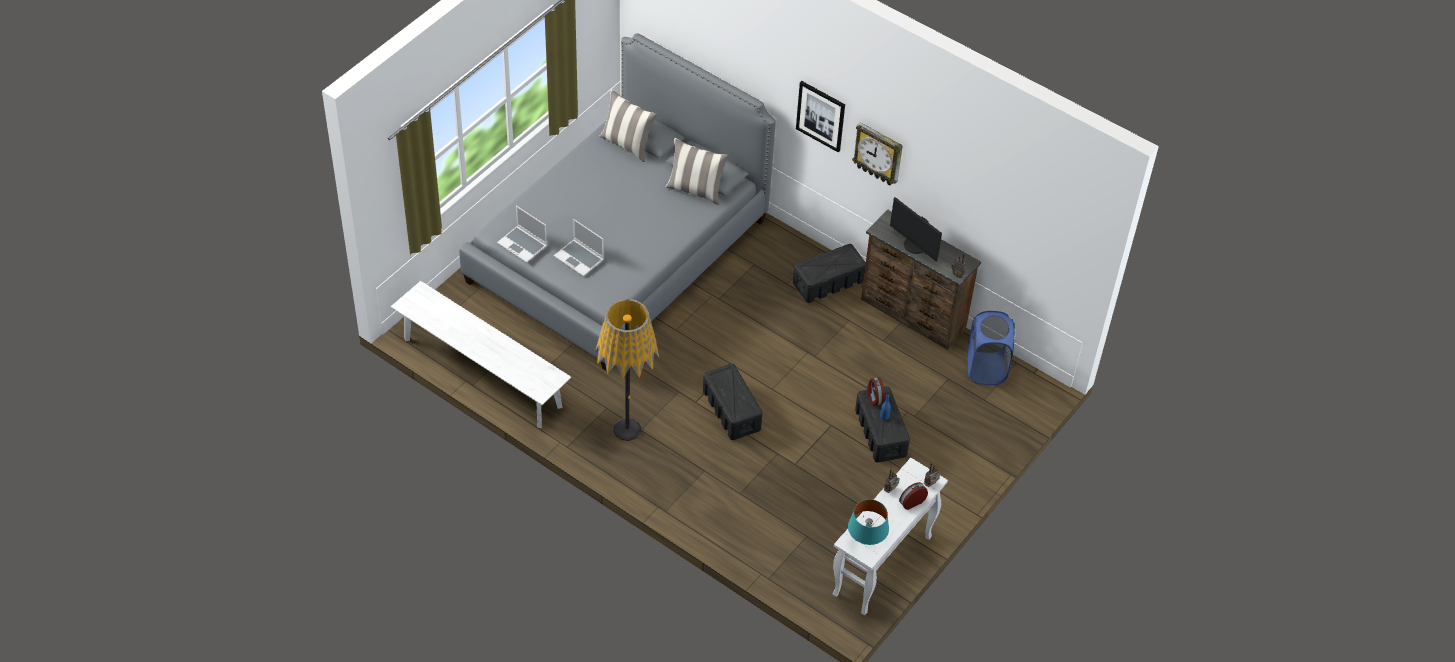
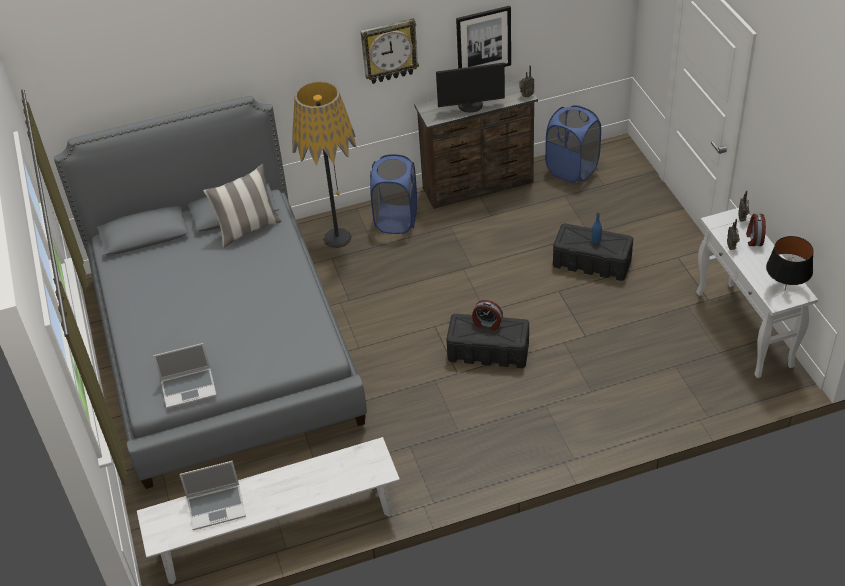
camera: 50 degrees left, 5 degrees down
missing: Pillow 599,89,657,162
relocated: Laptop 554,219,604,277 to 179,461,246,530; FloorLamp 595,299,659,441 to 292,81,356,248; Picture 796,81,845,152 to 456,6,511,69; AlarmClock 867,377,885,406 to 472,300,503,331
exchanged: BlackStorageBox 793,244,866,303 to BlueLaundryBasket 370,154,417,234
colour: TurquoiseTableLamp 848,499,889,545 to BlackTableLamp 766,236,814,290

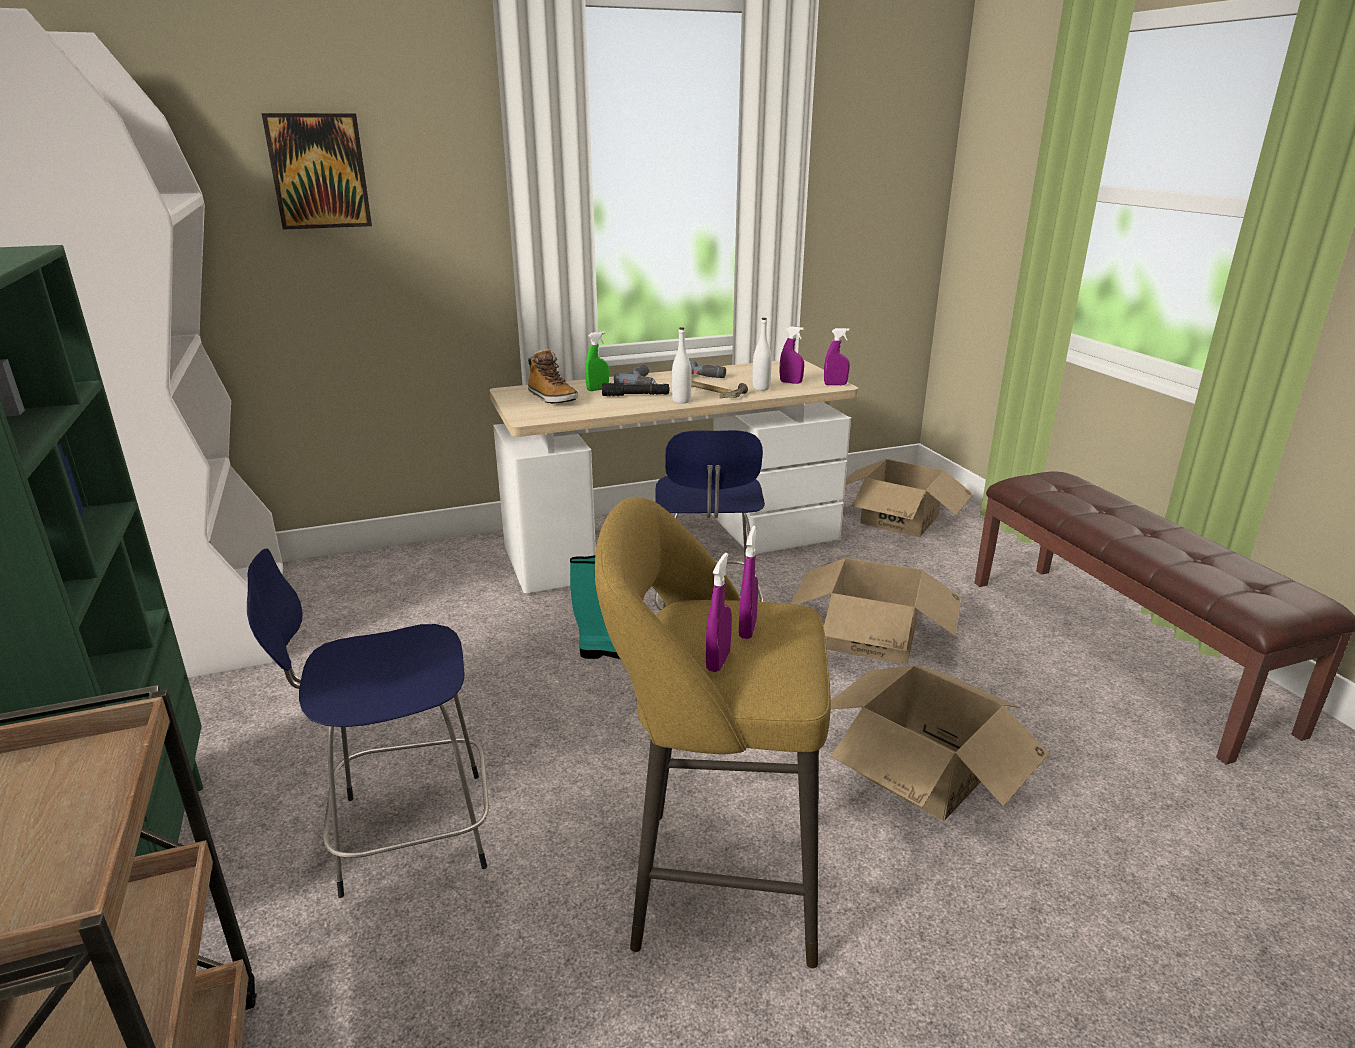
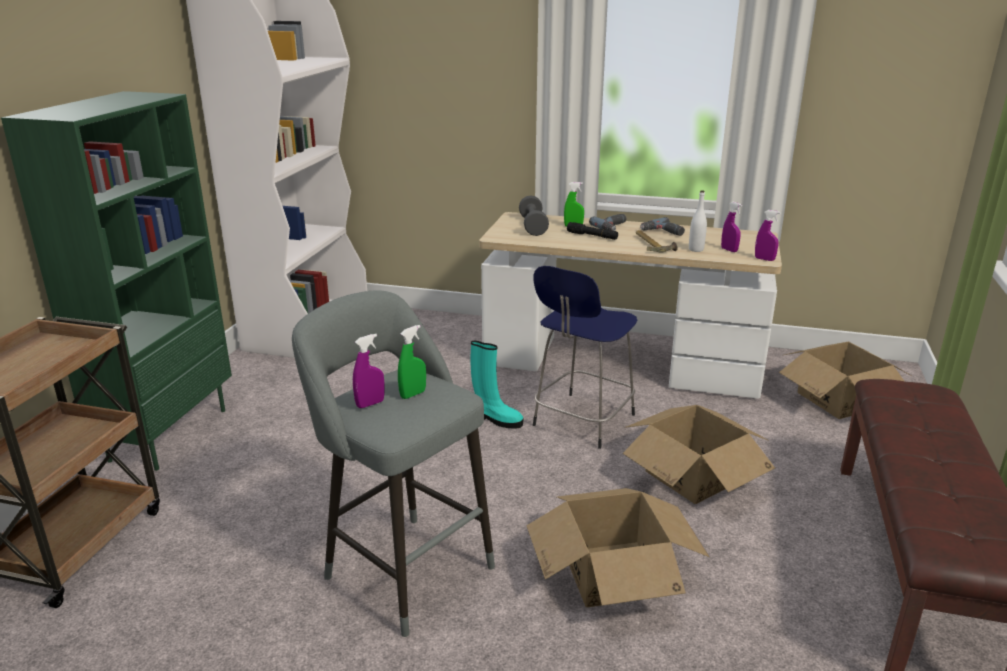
camera: 35 degrees right, 0 degrees up
missing: BlueStool 247,548,489,898; Picture 262,113,372,230; WhiteBottle 672,327,691,404
exchanged: Boot 528,349,578,404 to GreyDumbbell 519,195,549,236
colour: YellowStool 595,497,831,969 to GreyStool 292,290,495,637; PurpleSprayBottle 739,526,758,639 to GreenSprayBottle 398,325,426,399

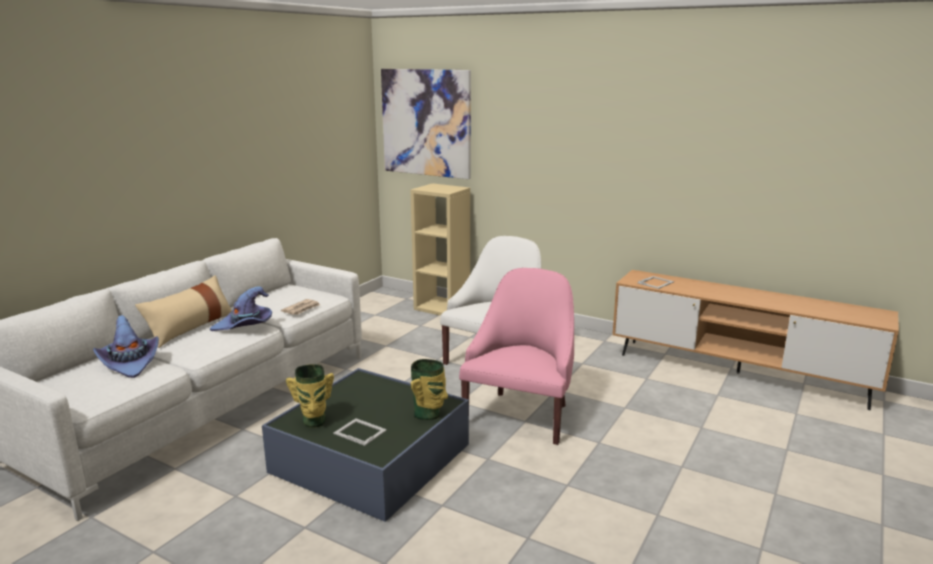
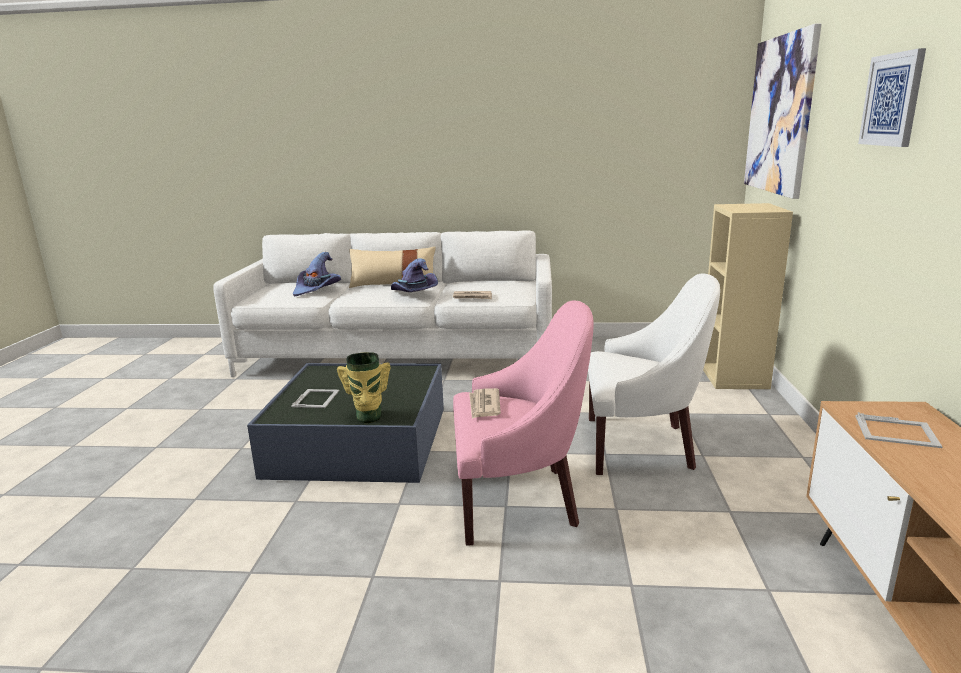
camera: 65 degrees right, 0 degrees up
missing: Vase 286,364,334,428
appeared: Newspaper 469,388,501,419; Picture 858,48,926,147

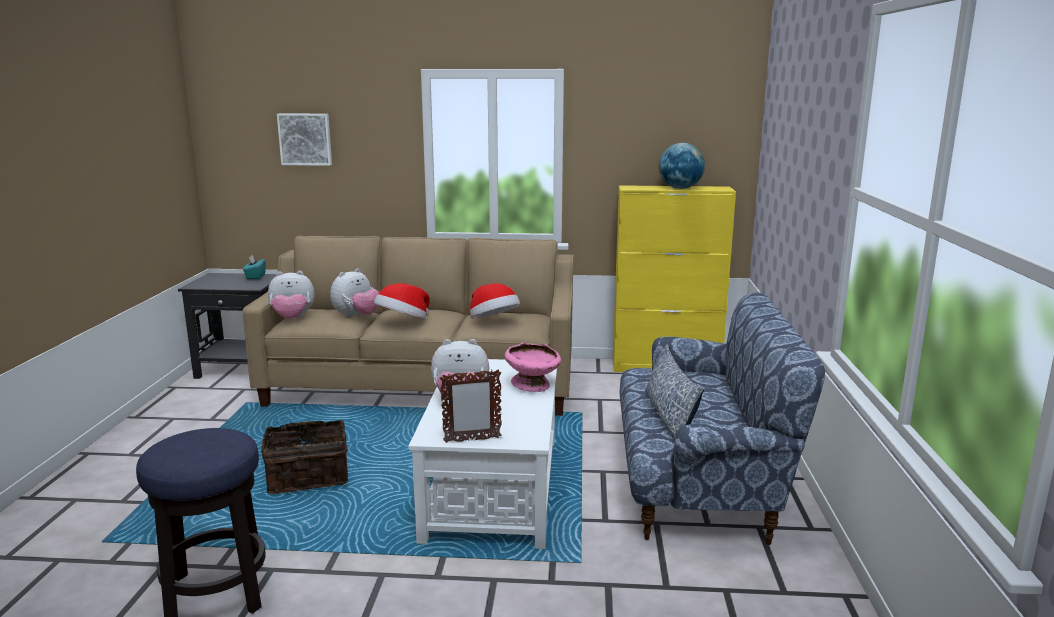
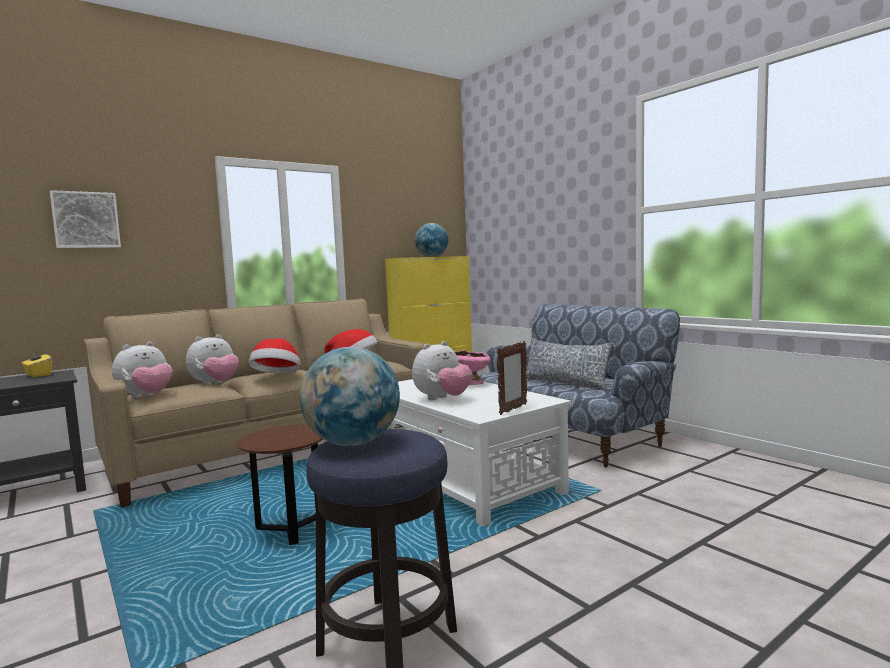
camera: 40 degrees left, 10 degrees down
appeared: Globe 300,347,400,446
exchanged: Basket 261,420,348,494 to BrownSideTable 237,424,323,545
colour: TurquoiseTissueBox 243,255,266,279 to YellowTissueBox 22,351,52,377
spun: PlushToy 330,268,379,317 = 186,334,239,385 45 degrees clockwise

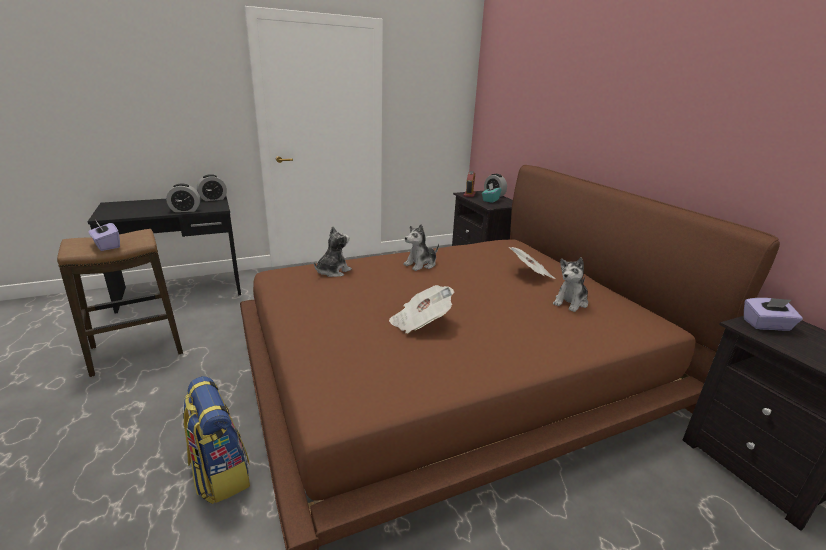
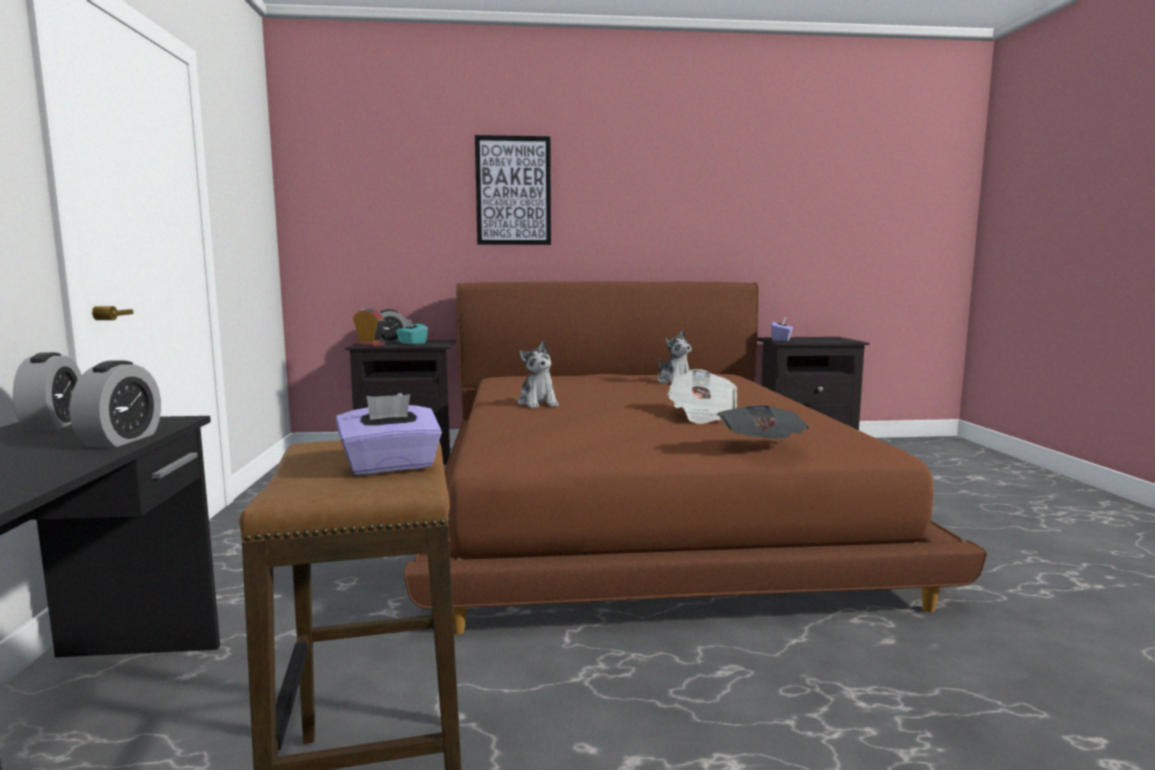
camera: 70 degrees left, 15 degrees down
missing: Backpack 183,376,250,504; PlushToy 314,226,352,277
appeared: Picture 475,135,551,245
relocated: Newspaper 509,247,556,279 to 717,405,809,439

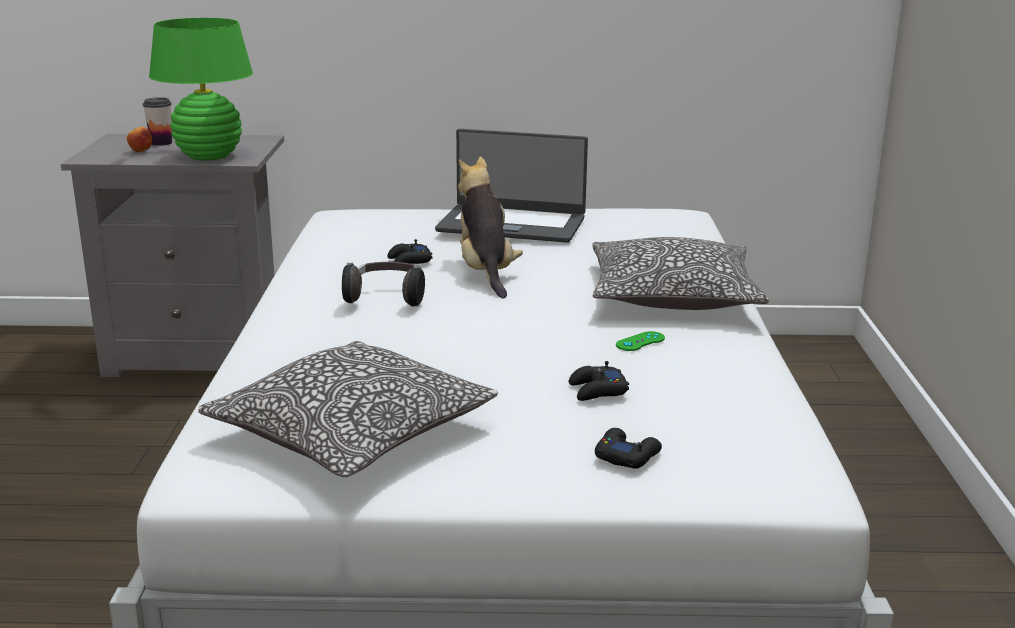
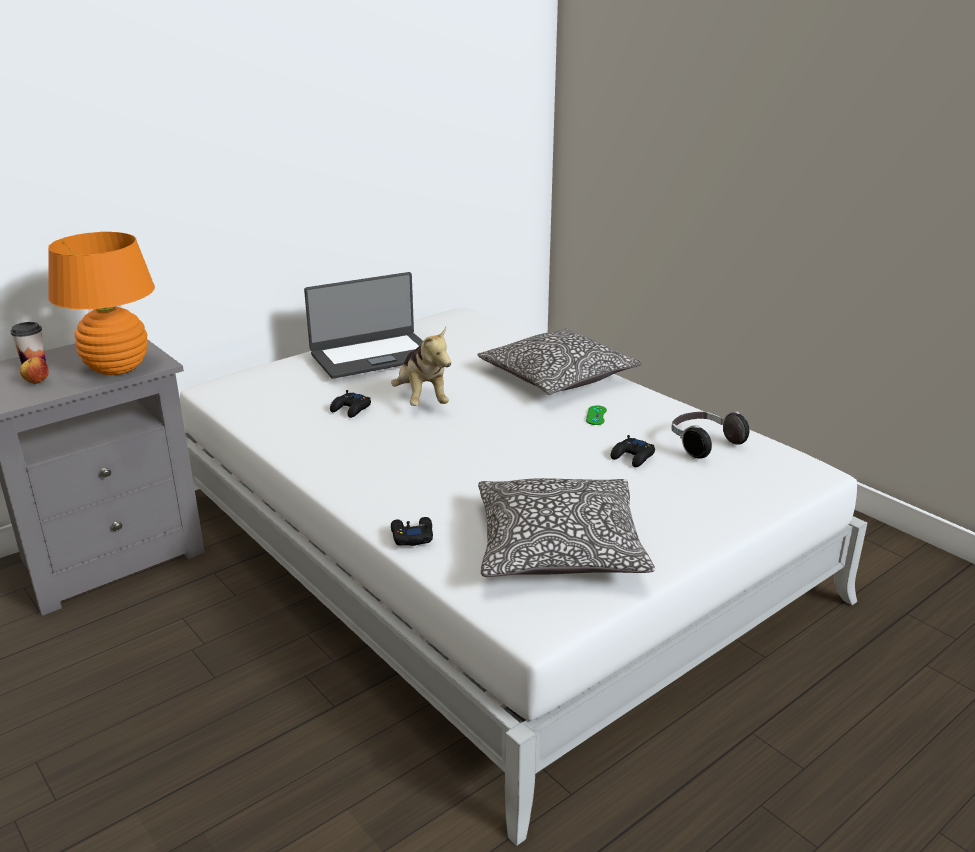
camera: 40 degrees left, 5 degrees up
relocated: BlackGameController 595,428,662,469 to 391,517,433,546; Headphones 342,262,425,307 to 671,411,749,459
colour: GreenTableLamp 149,18,253,161 to OrangeTableLamp 48,232,155,375
spun: PlushToy 458,157,523,298 = 391,327,451,406 150 degrees counterclockwise

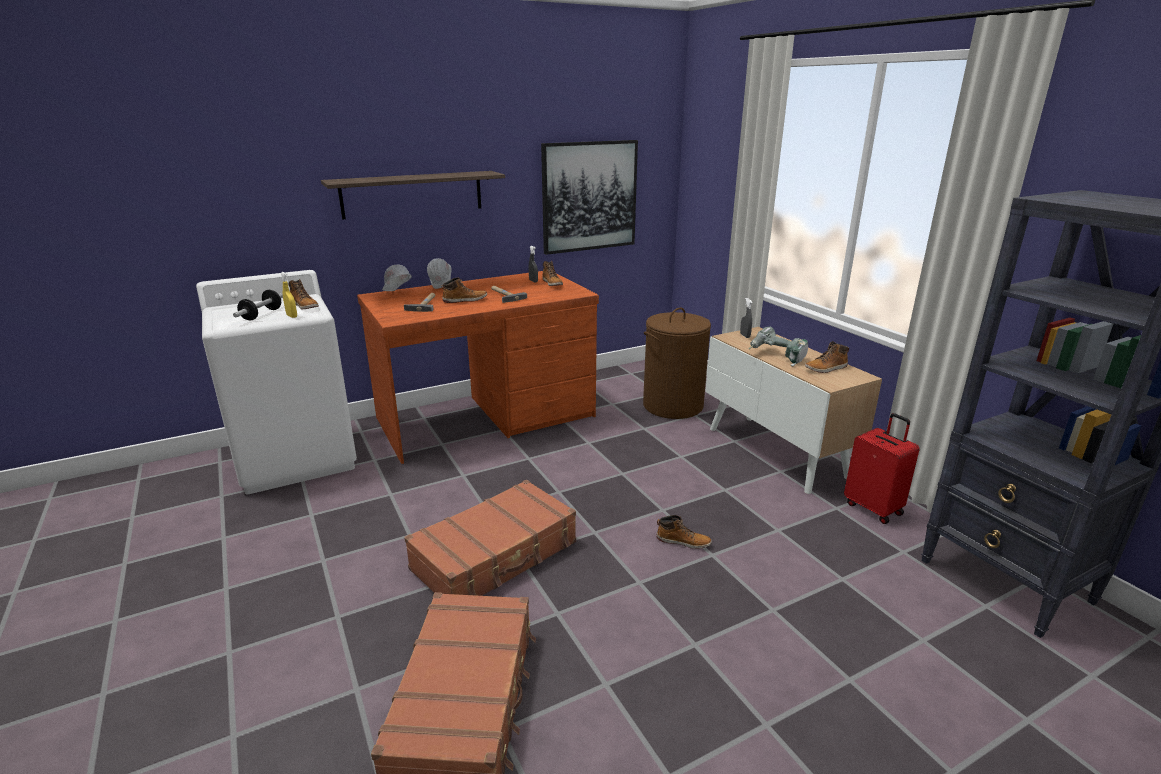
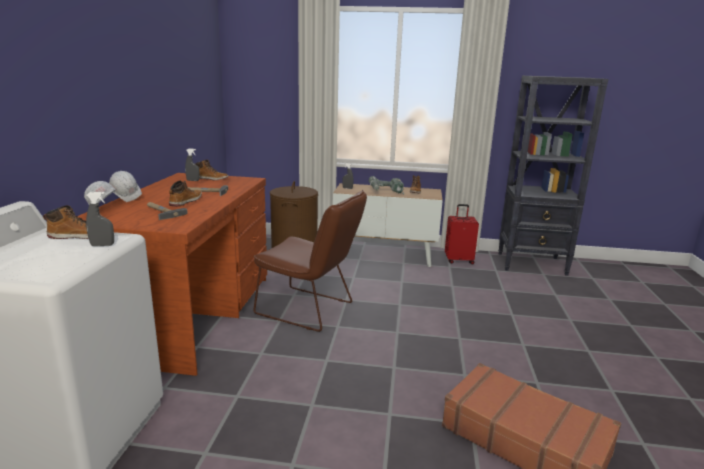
camera: 55 degrees left, 5 degrees down
missing: Dumbbell 233,290,283,320; Shelf 321,171,505,219; BrownSuitcase 404,480,576,596; Picture 541,140,638,255; Boot 657,515,712,549
appeared: BrownChair 253,190,367,332
colour: YellowSprayBottle 281,272,297,318 to GreySprayBottle 86,192,114,246

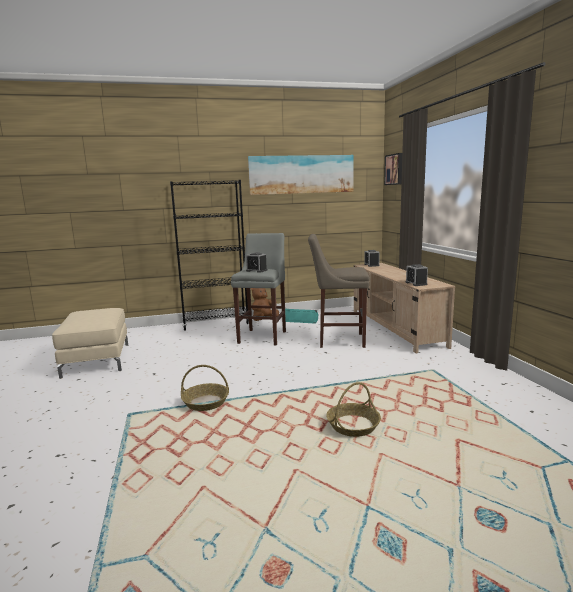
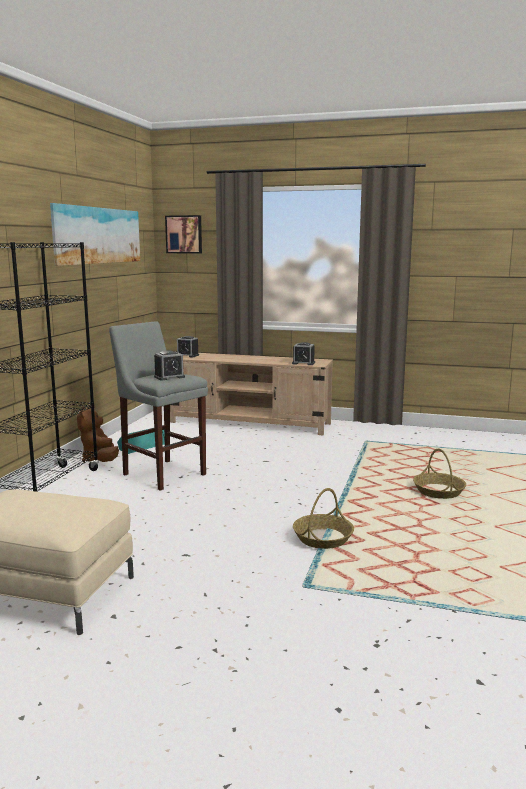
camera: 60 degrees left, 0 degrees up
missing: BeigeStool 308,234,370,348

